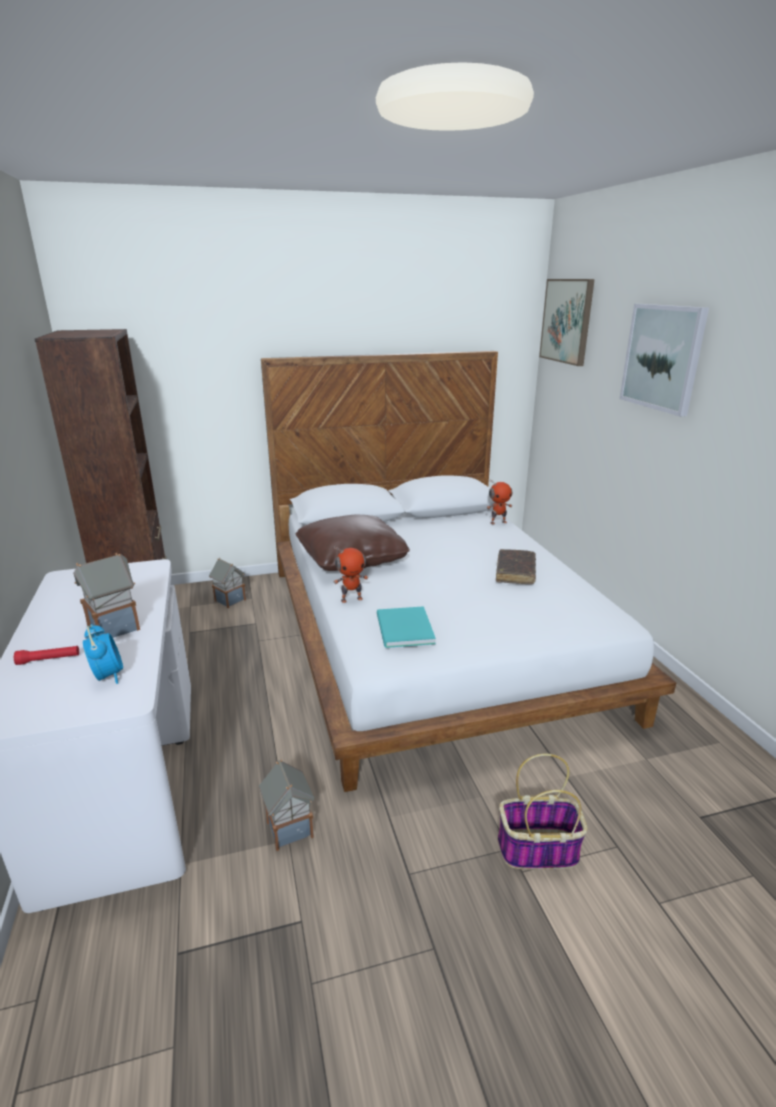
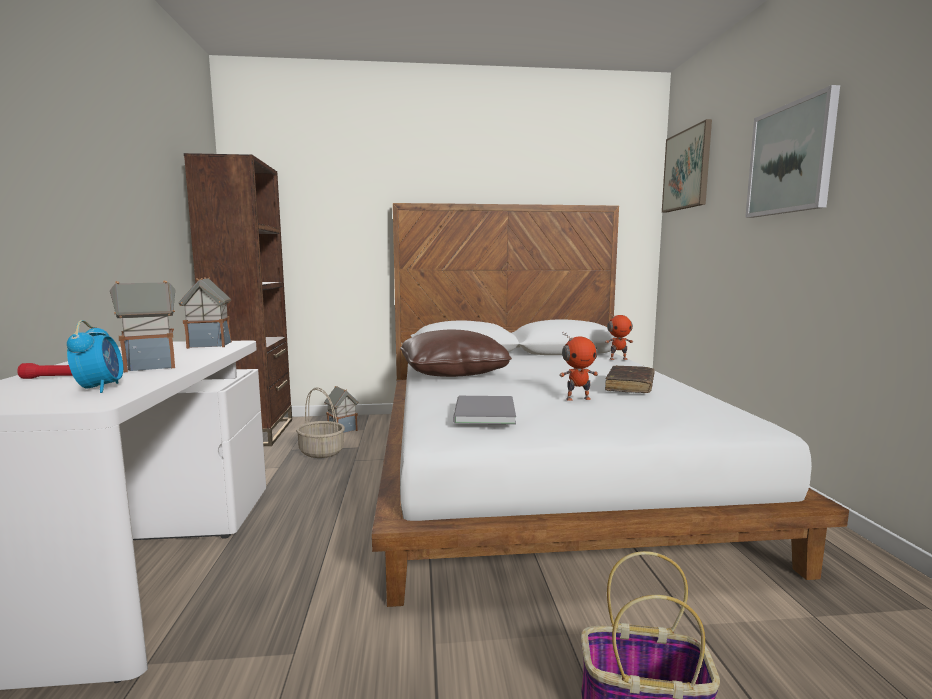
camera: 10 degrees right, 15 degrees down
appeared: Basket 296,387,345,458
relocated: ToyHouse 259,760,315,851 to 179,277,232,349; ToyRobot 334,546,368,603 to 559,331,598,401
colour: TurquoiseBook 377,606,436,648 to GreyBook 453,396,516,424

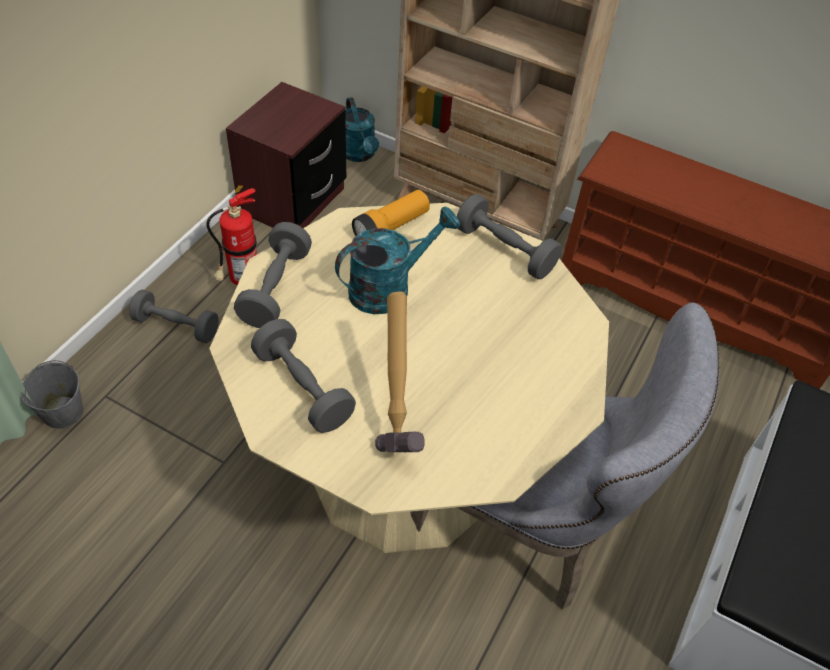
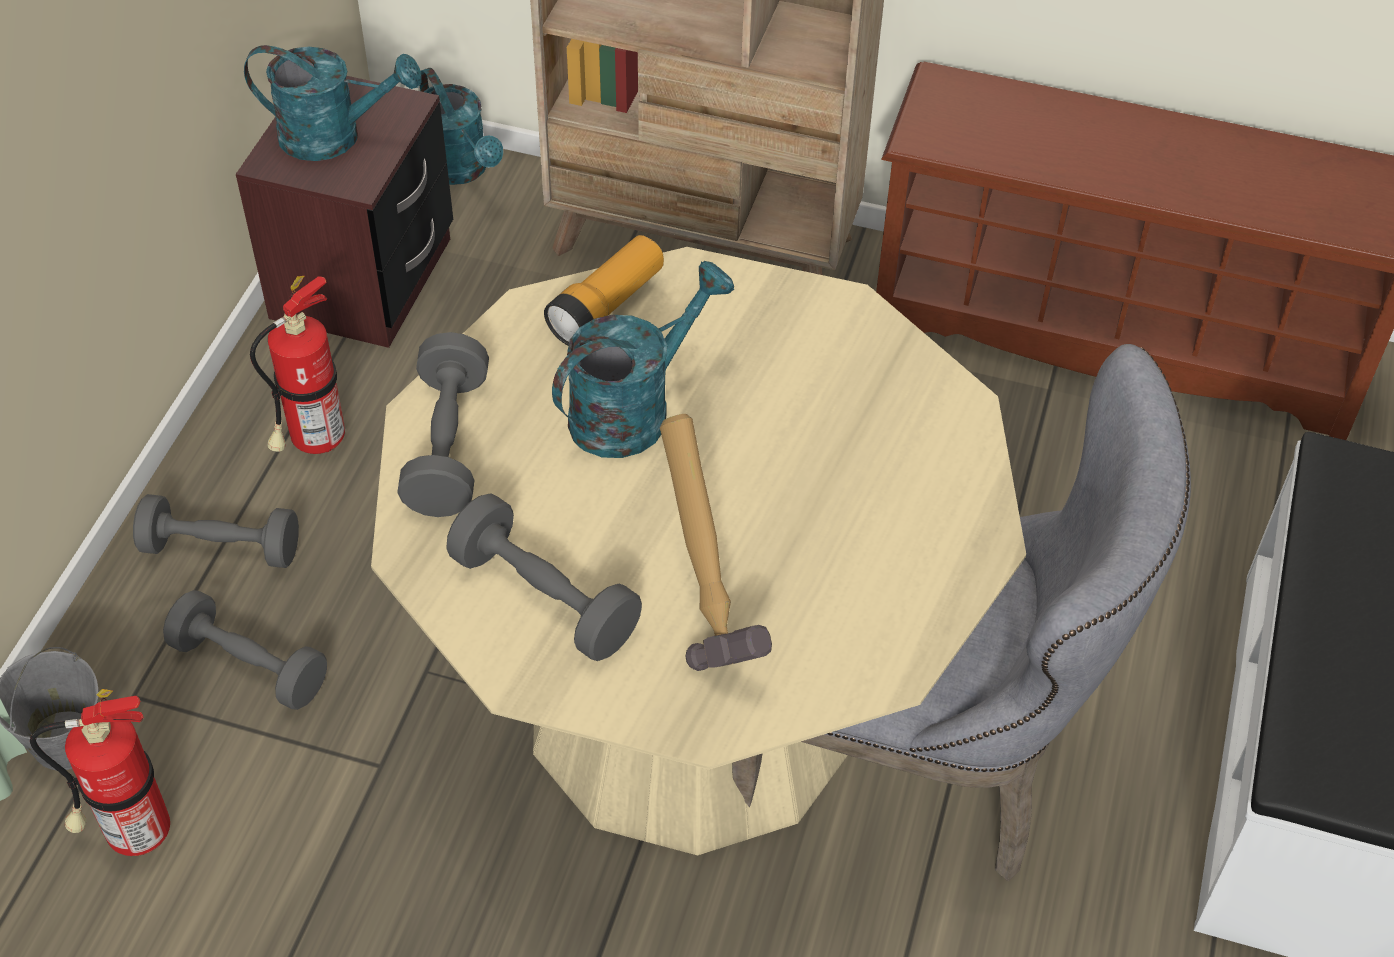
camera: 10 degrees left, 0 degrees up
appeared: FireExtinguisher 30,689,170,856; TurquoiseWateringCan 244,45,422,161
relocated: GreyDumbbell 456,194,562,279 to 163,590,327,710

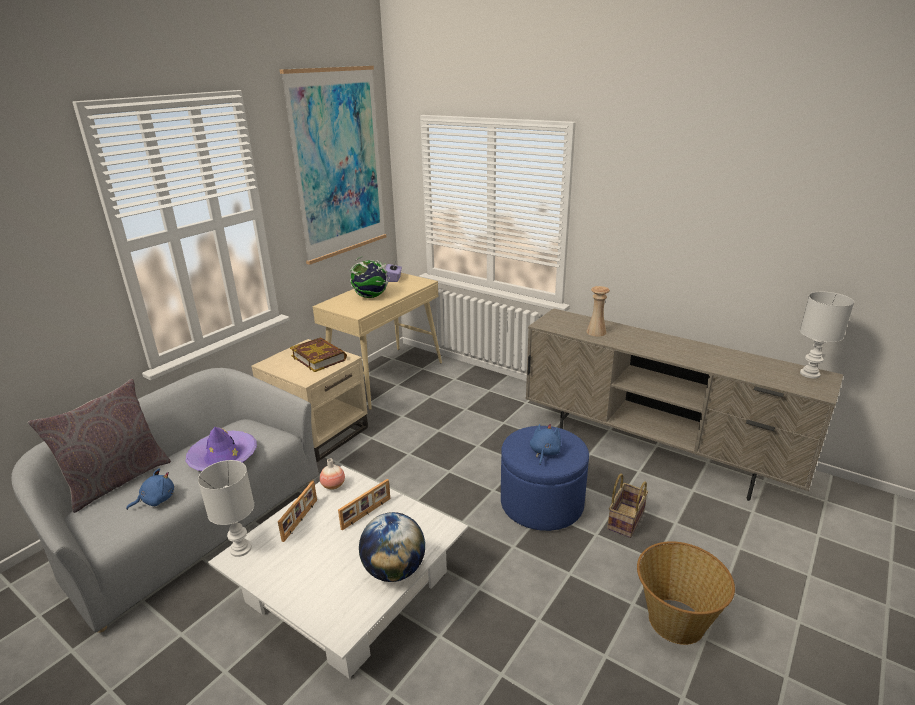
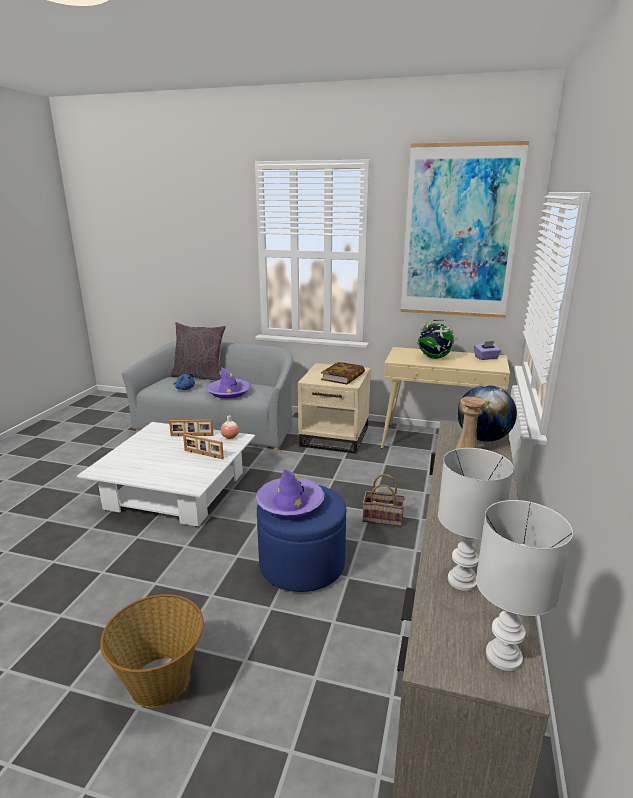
camera: 70 degrees right, 5 degrees down
relocated: Basket 607,474,648,538 to 363,474,405,527; WhiteTableLamp 198,460,254,557 to 438,448,514,591; Globe 359,512,425,582 to 457,385,517,442
exchanged: BluePlushToy 530,424,561,465 to PurpleHat 256,469,325,518

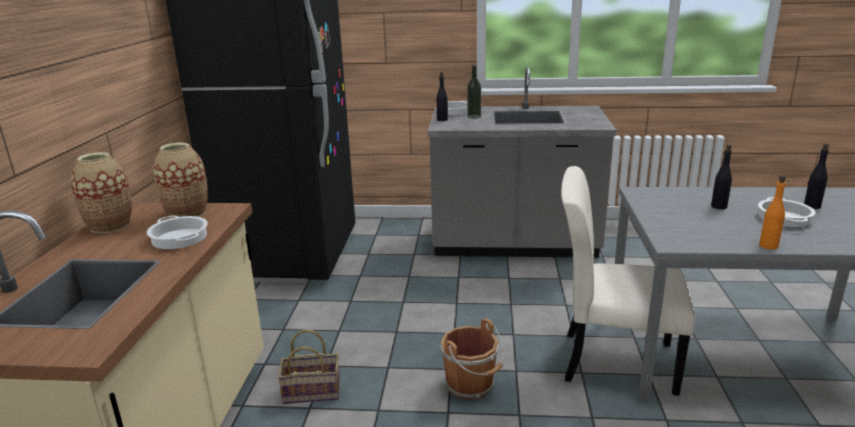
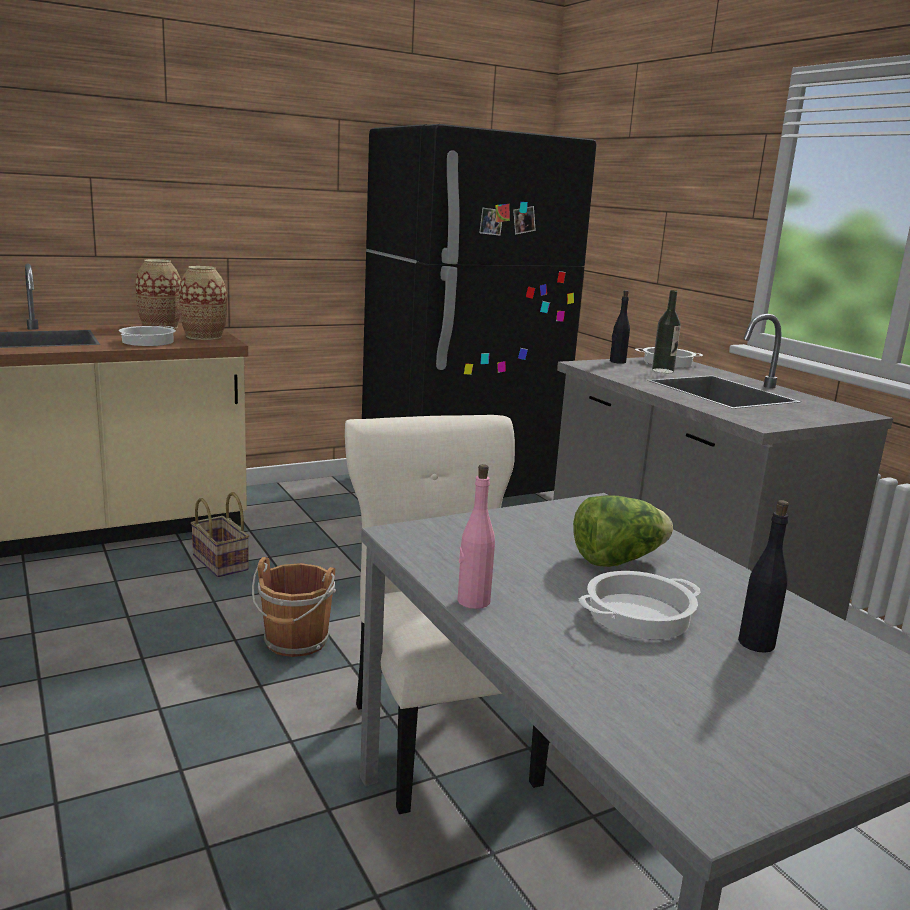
camera: 55 degrees right, 5 degrees down
exchanged: BlackBottle 711,144,732,209 to Lettuce 573,495,673,567
colour: OrangeBottle 759,175,786,250 to PinkBottle 458,464,495,609

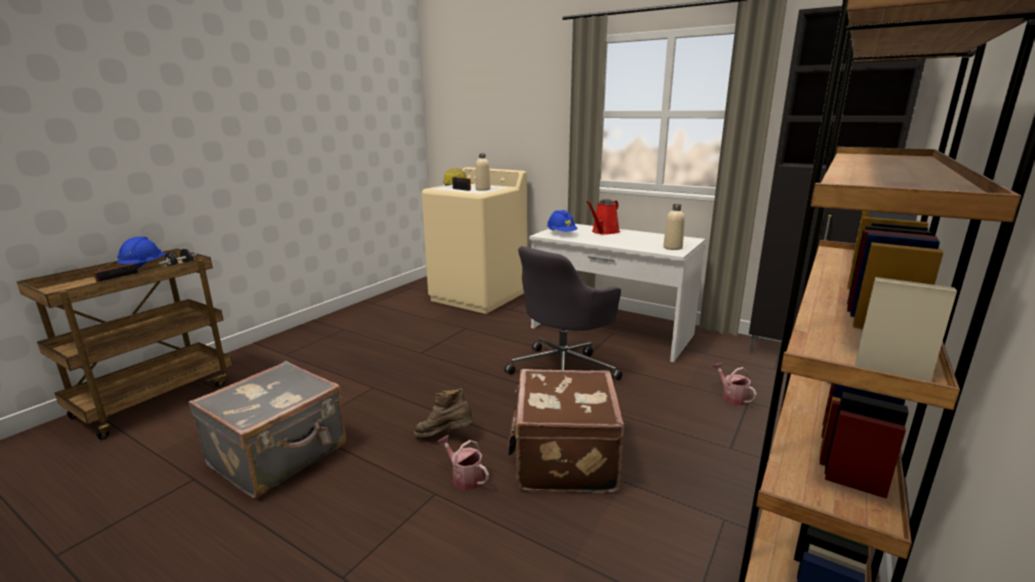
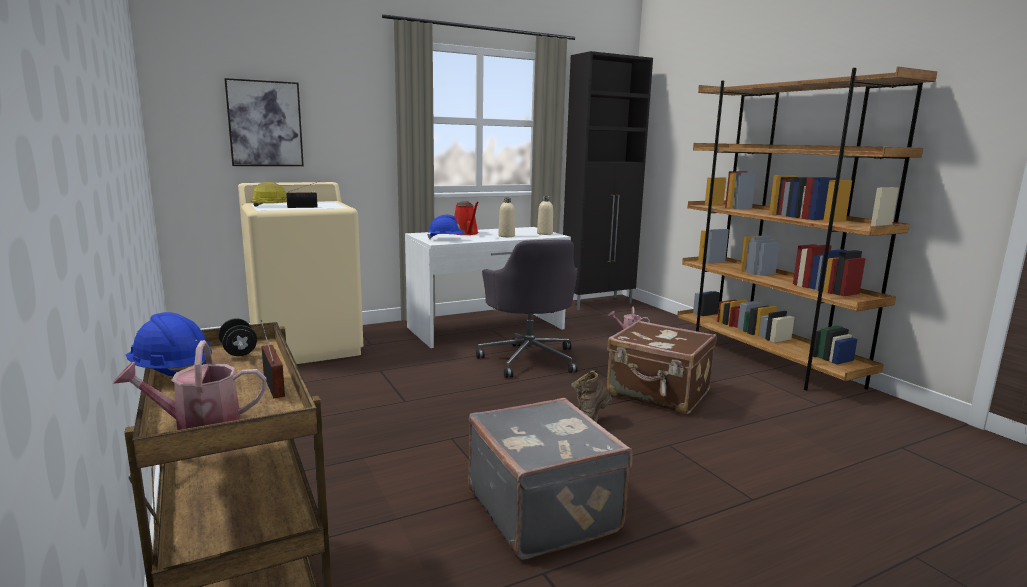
camera: 60 degrees left, 5 degrees down
appeared: Picture 224,78,304,166
relocated: WateringCan 438,435,489,490 to 113,340,266,430; BeigeBottle 475,153,491,191 to 498,197,515,237

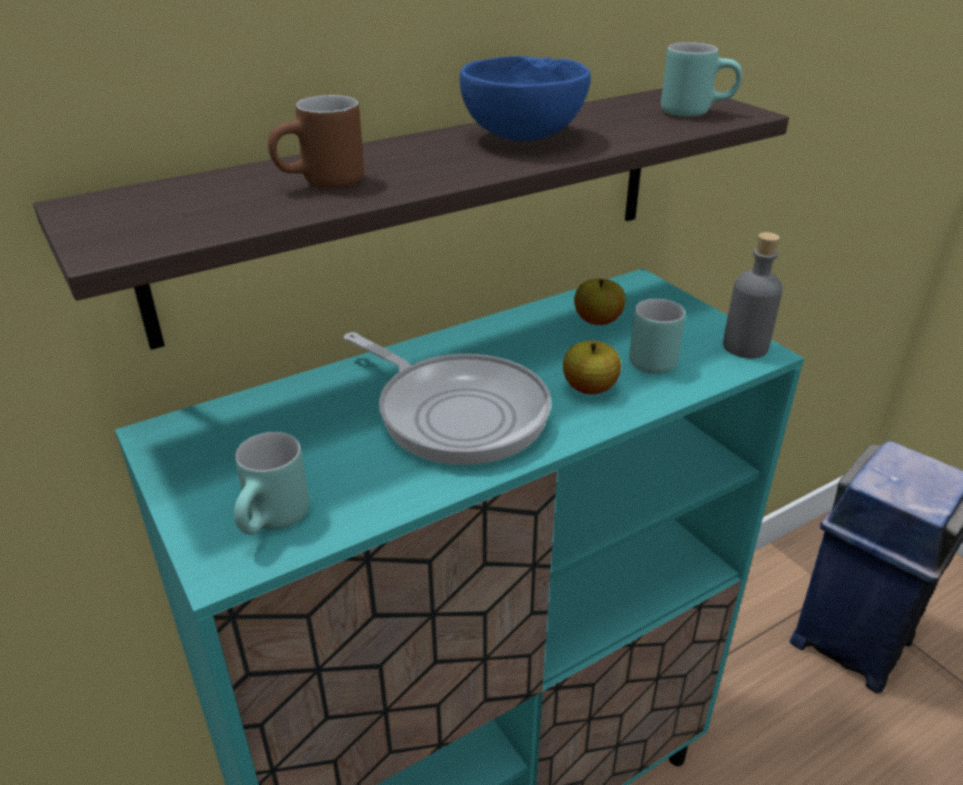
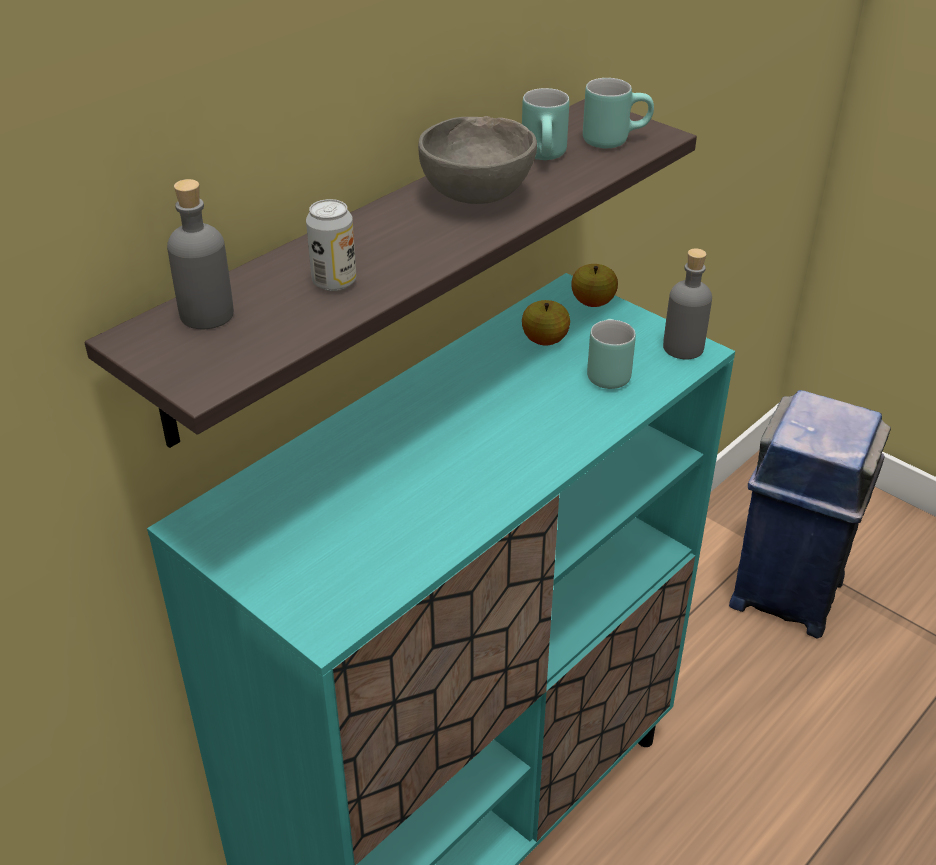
camera: 15 degrees left, 5 degrees up
missing: FryingPan 344,332,551,465
appeared: GreyBottle 167,179,234,329
relocated: TurquoiseMug 234,432,309,535 to 522,88,569,160; Apple 563,341,621,394 to 571,264,618,307
exchanged: BrownMug 268,95,364,188 to Can 306,199,356,291
colour: BlueBowl 460,56,591,141 to GreyBowl 418,116,537,204

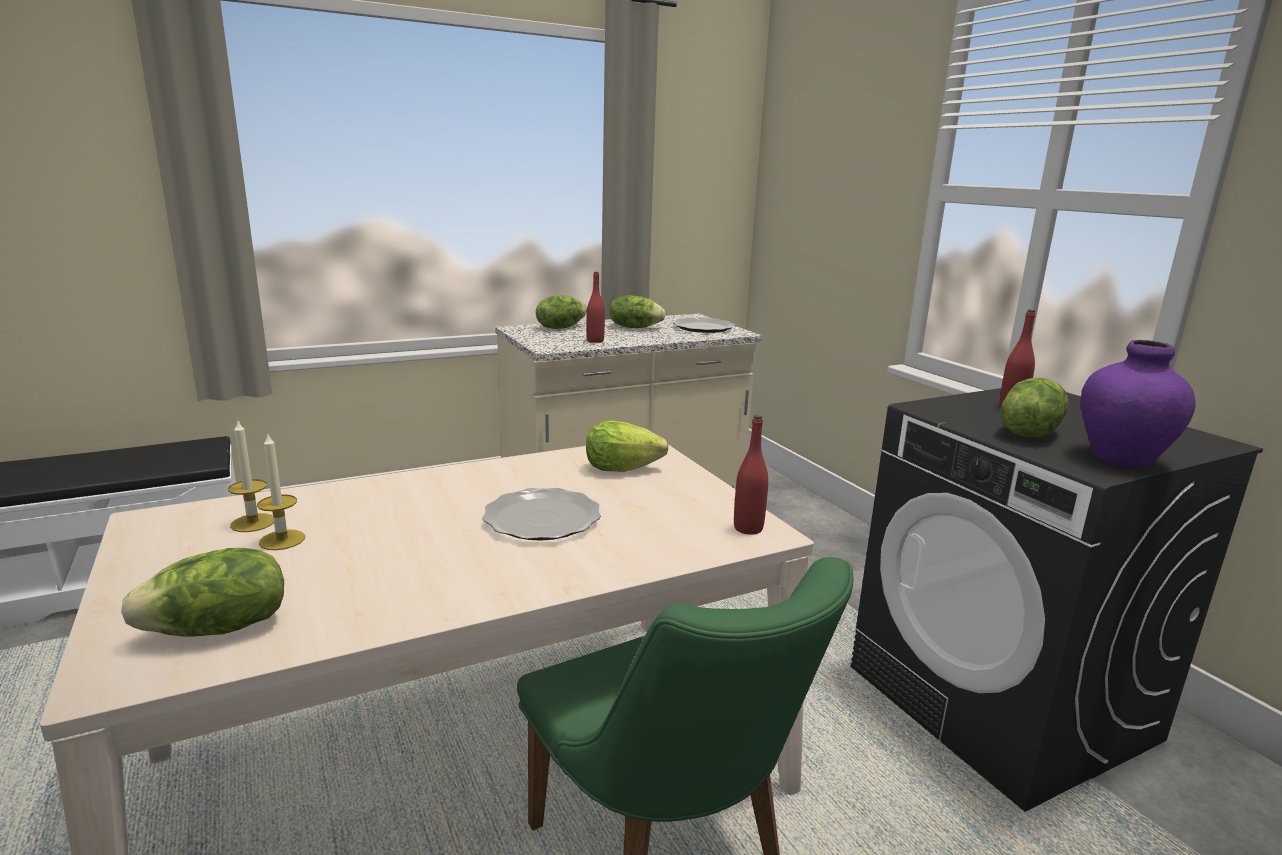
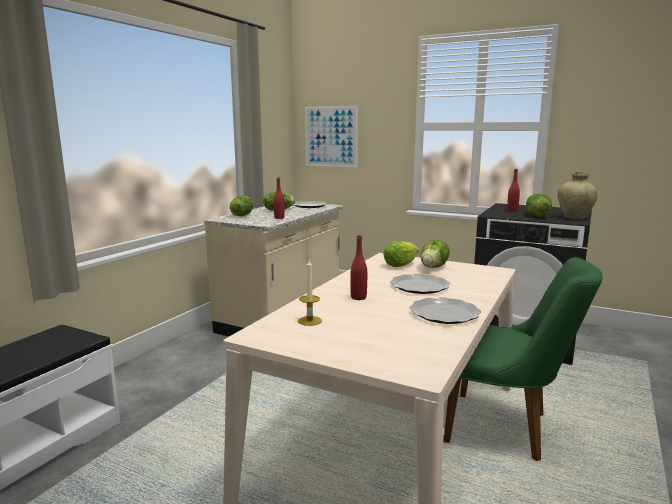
camera: 35 degrees left, 5 degrees down
missing: Candle 257,432,305,550
appeared: Picture 305,106,358,167; Plate 410,297,481,324
relocated: RedBottle 734,415,768,535 to 350,235,367,300; Lettuce 121,548,284,636 to 420,240,450,268
colour: PurpleVase 1080,340,1195,468 to BeigeVase 558,172,598,219

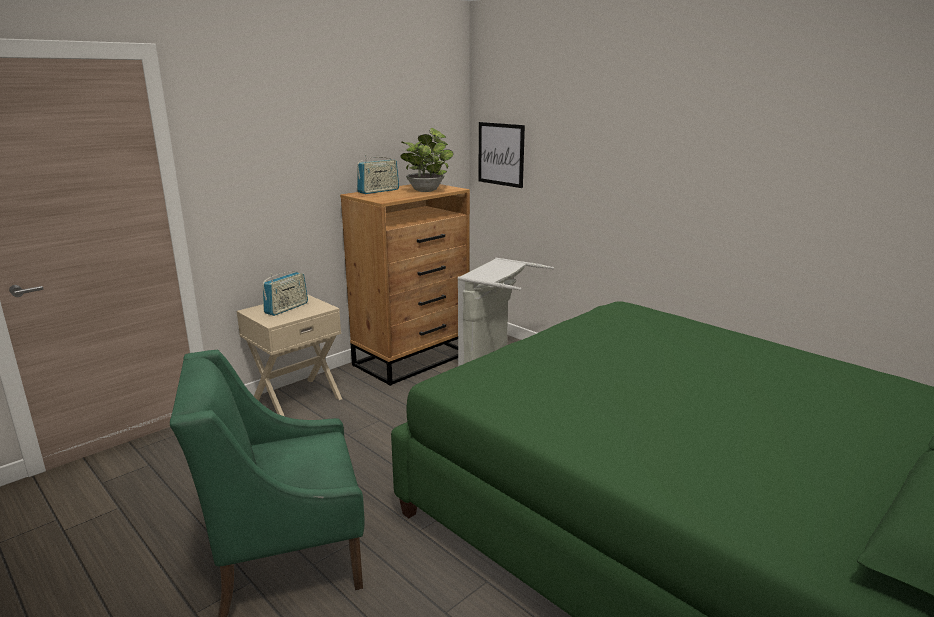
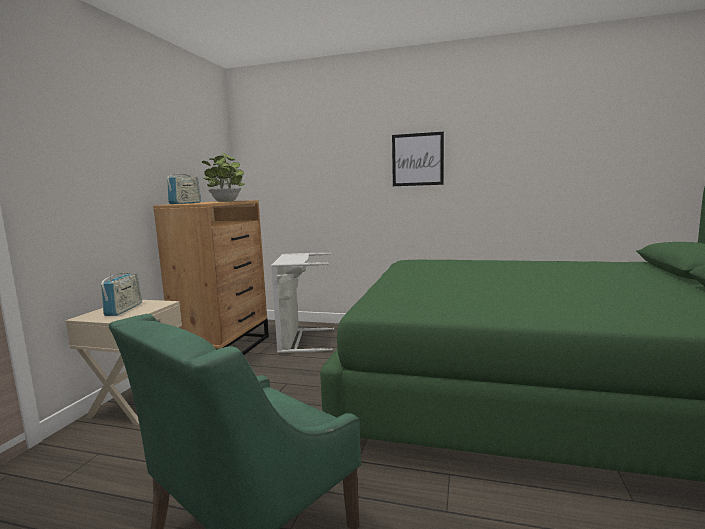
camera: 30 degrees left, 10 degrees down
relocated: Picture 478,122,525,188 to 392,132,444,186

